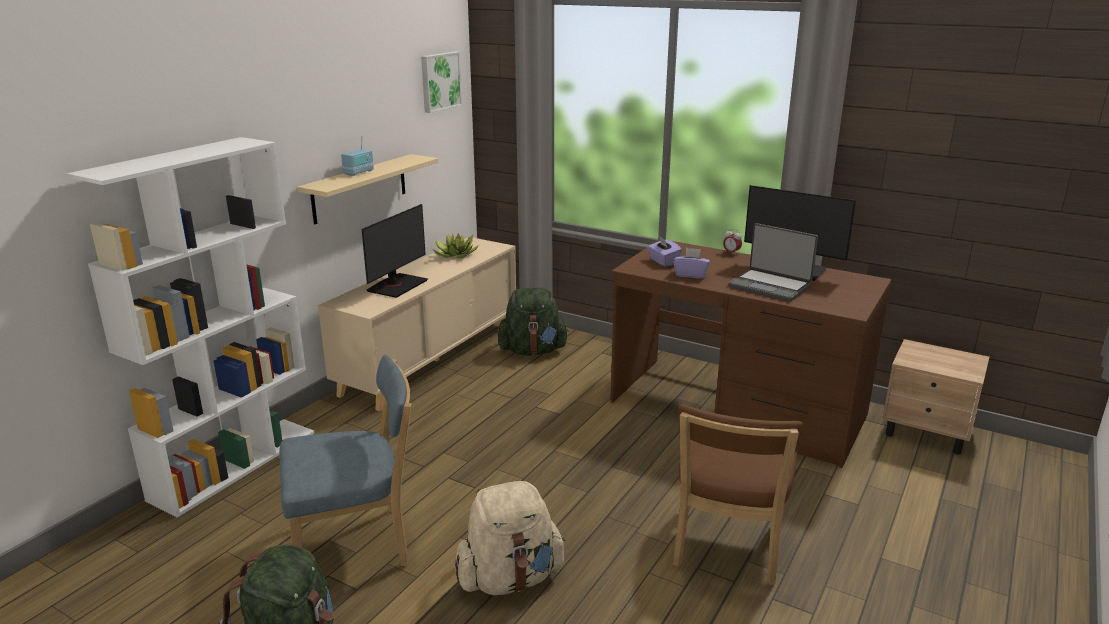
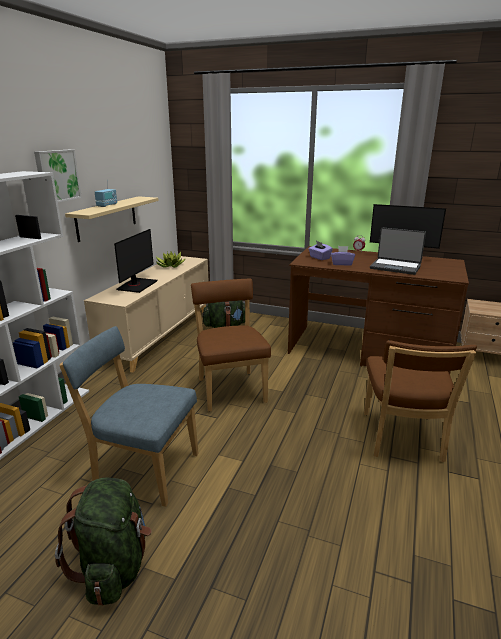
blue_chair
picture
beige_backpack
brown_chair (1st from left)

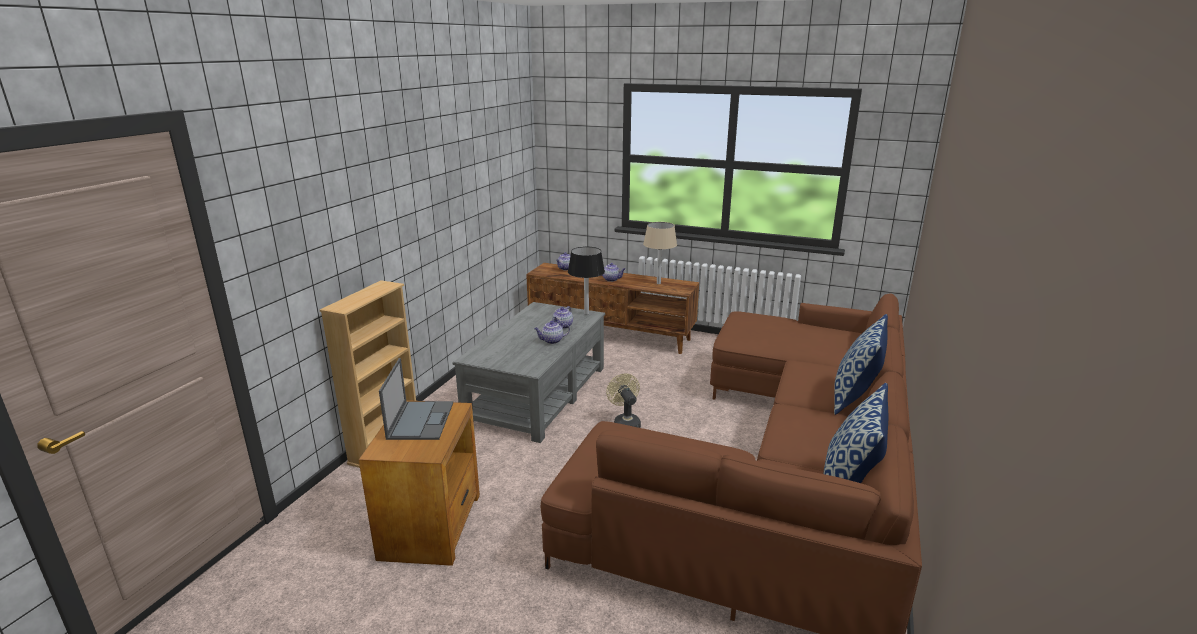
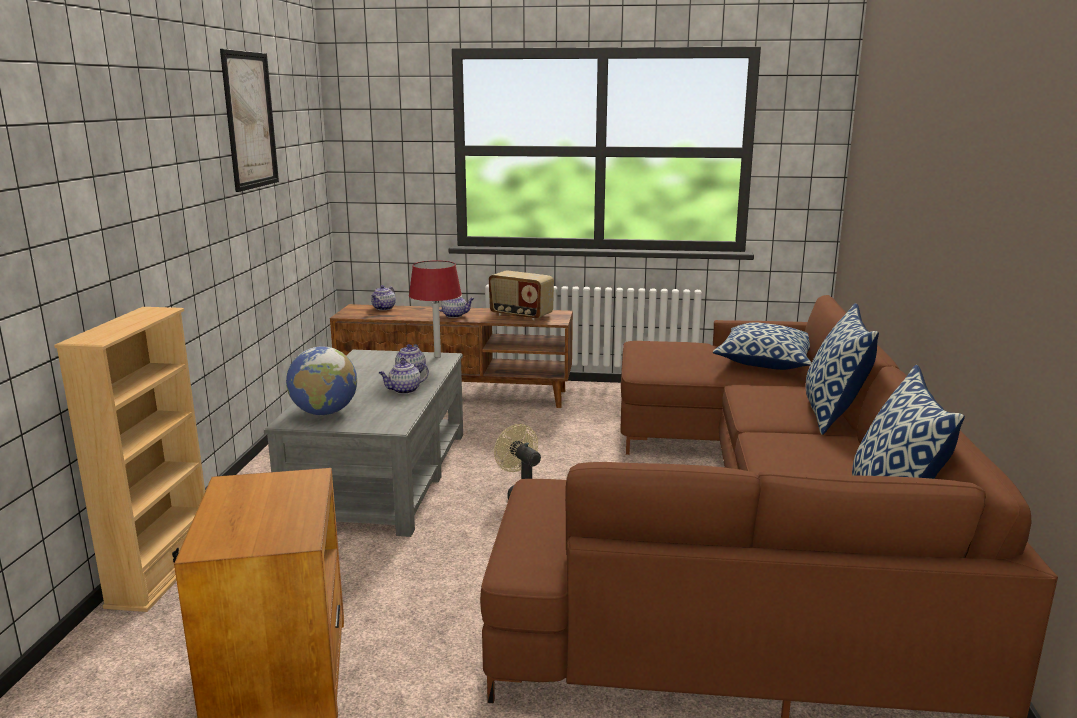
laptop
red_table_lamp
radio
picture
globe
pillow (1st from left)

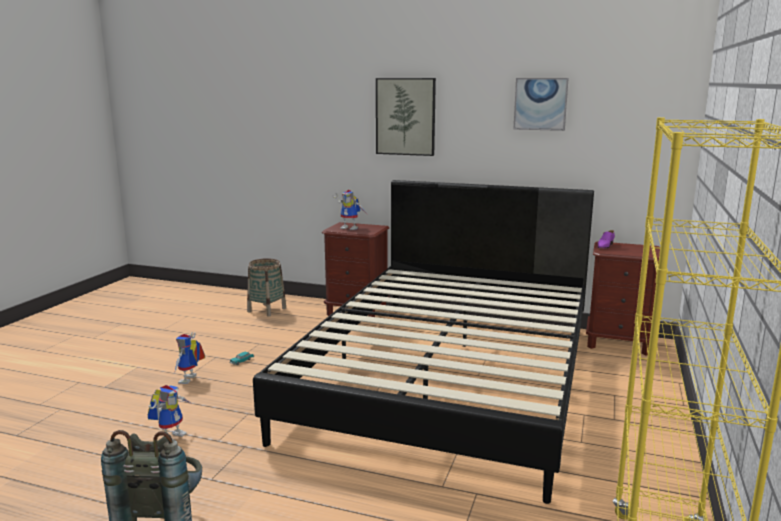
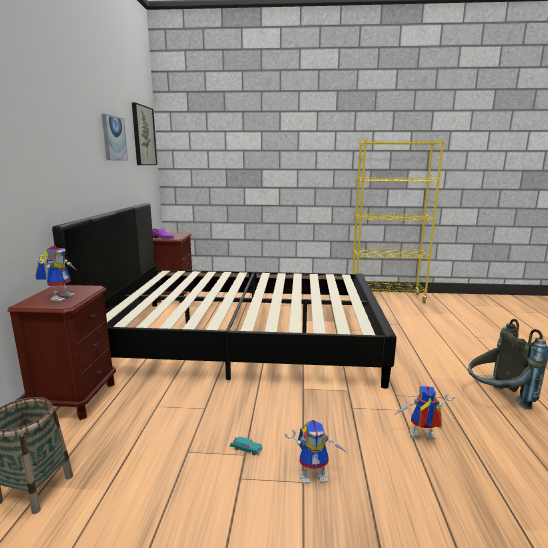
picture (2nd from left)

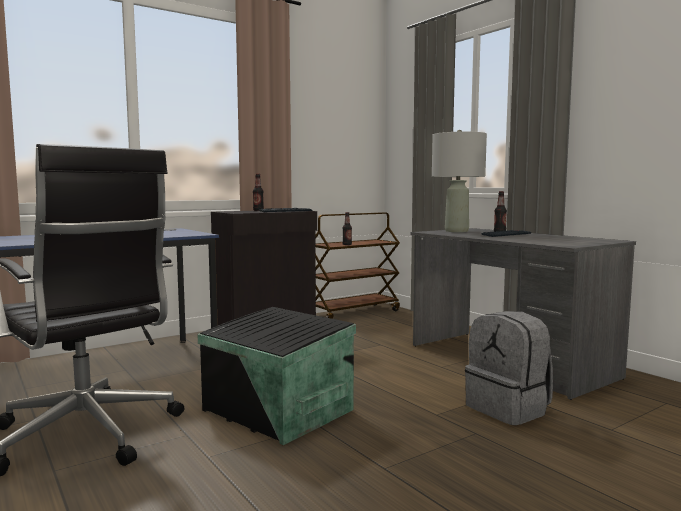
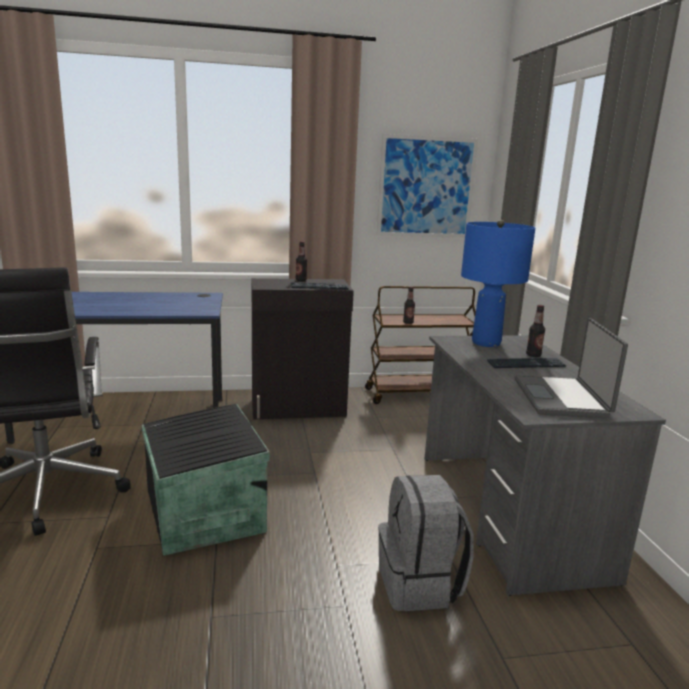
blue_table_lamp
picture
laptop

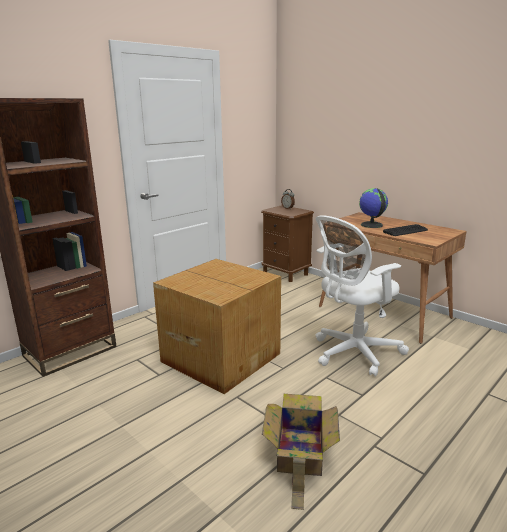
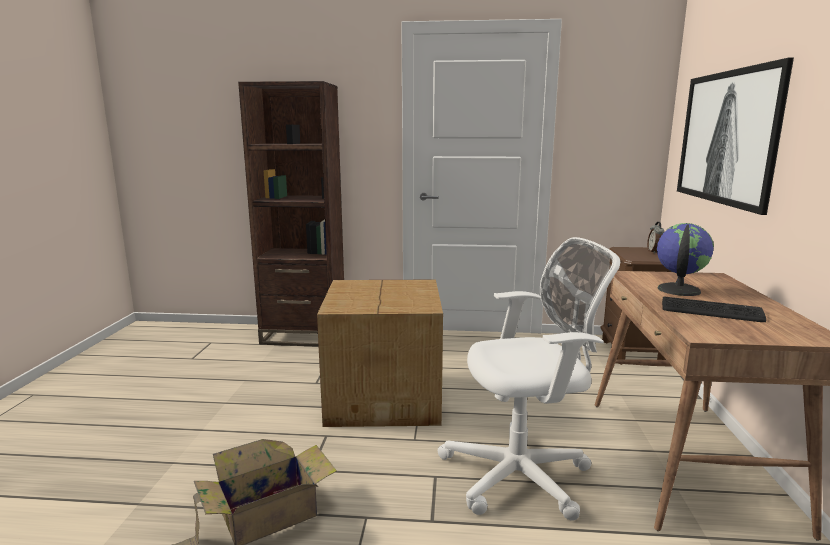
white_office_chair
picture

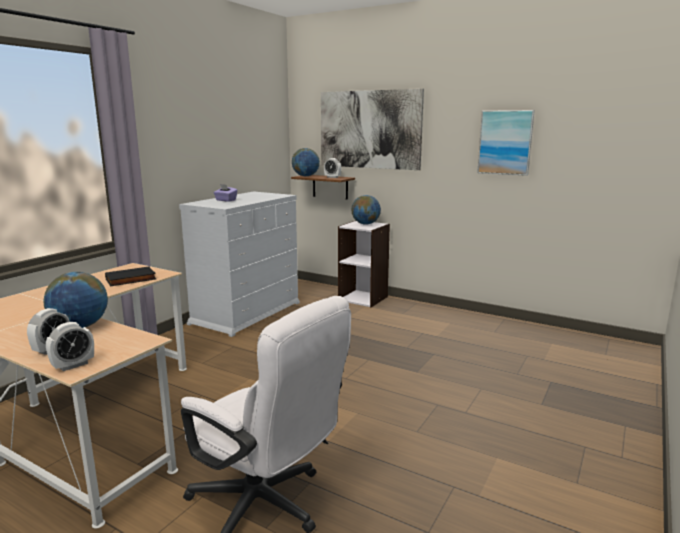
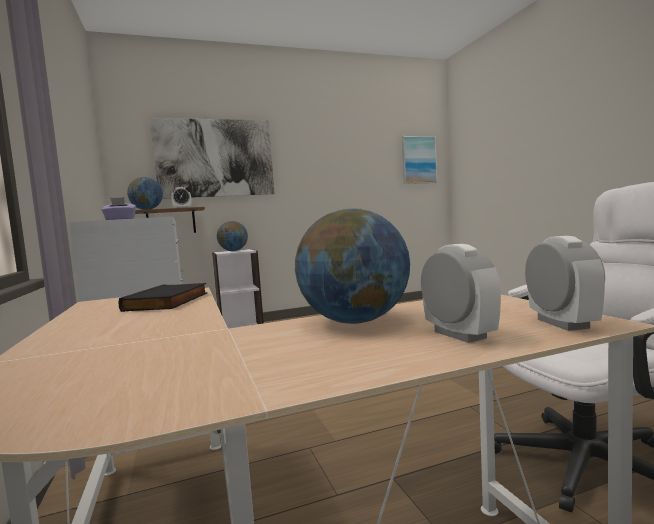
picture (2nd from left)

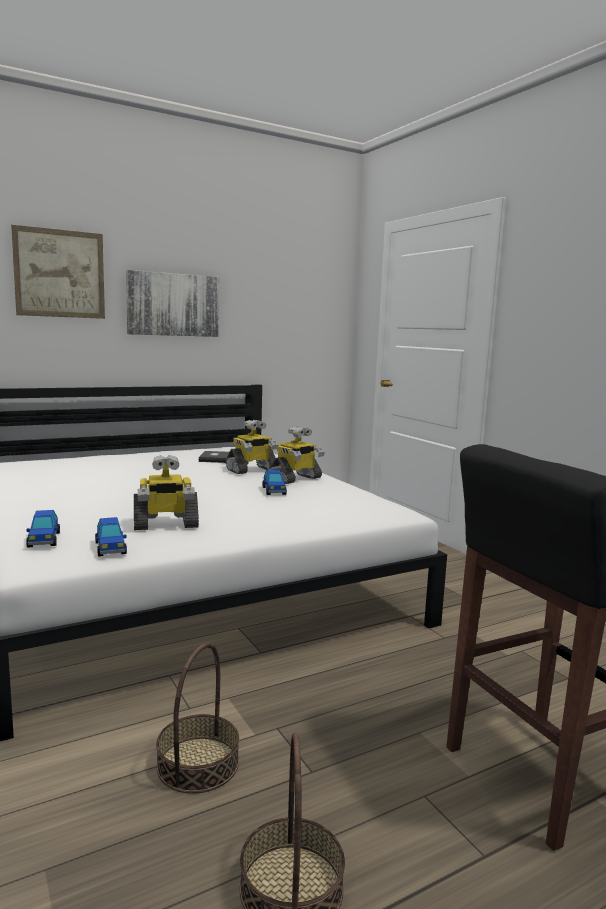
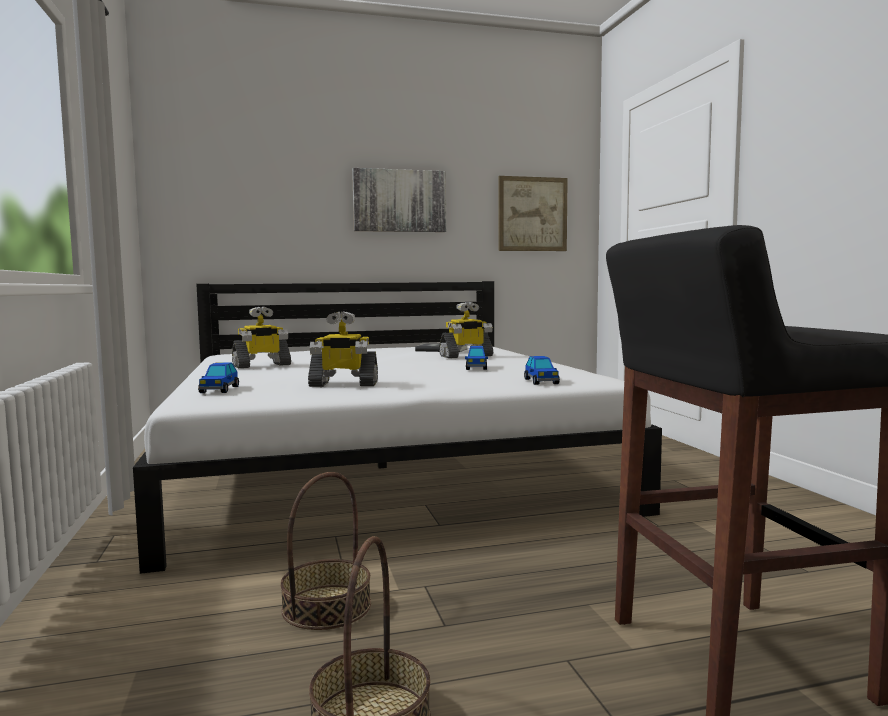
picture (2nd from left)
toy_car (3rd from left)
toy_robot (1st from left)

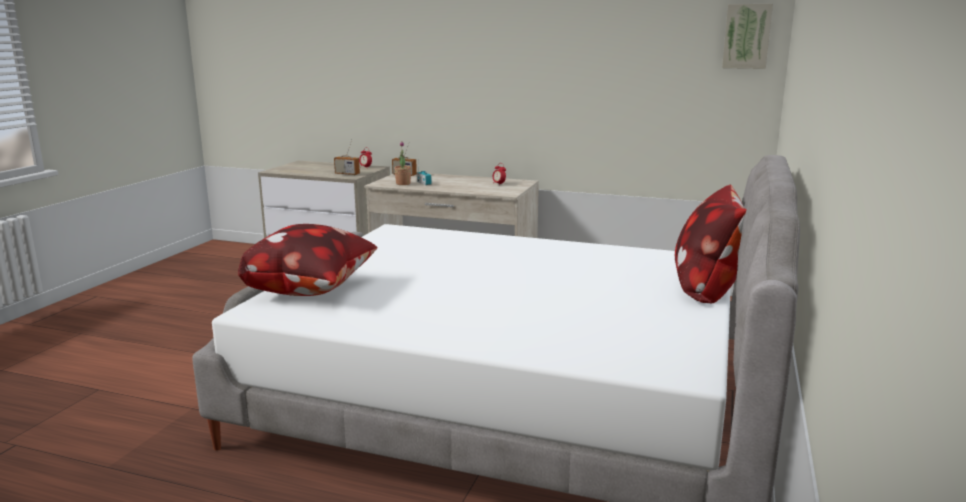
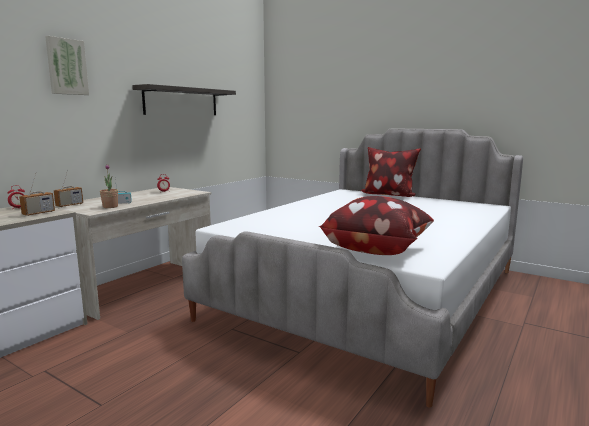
picture
shelf

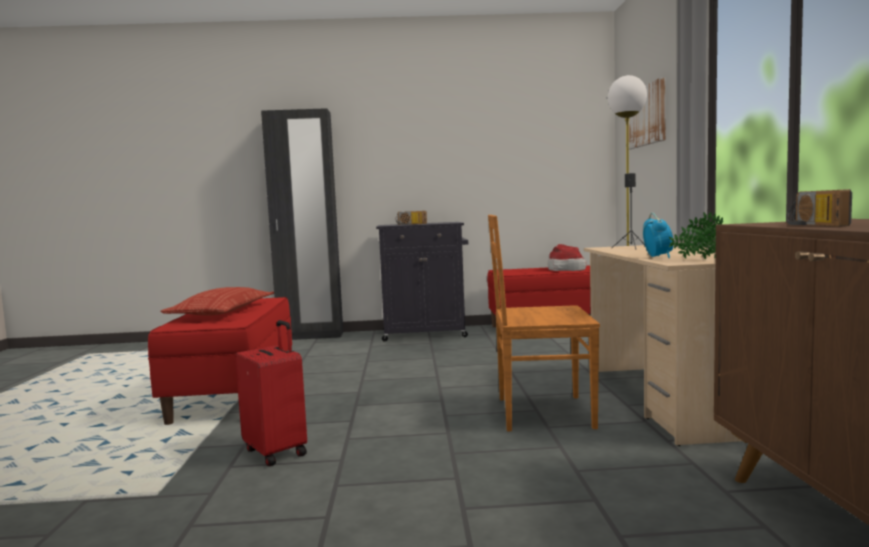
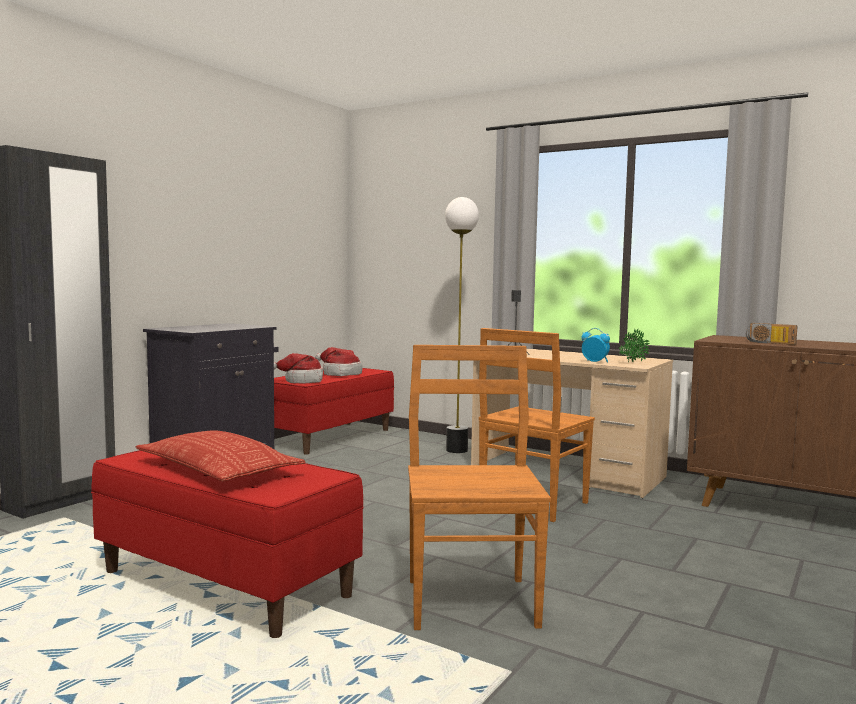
brown_chair (1st from left)
radio (1st from left in the first image)
picture
hat (1st from left)

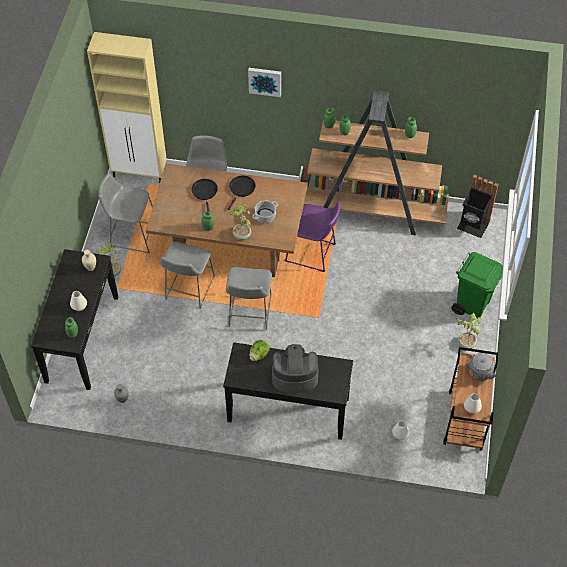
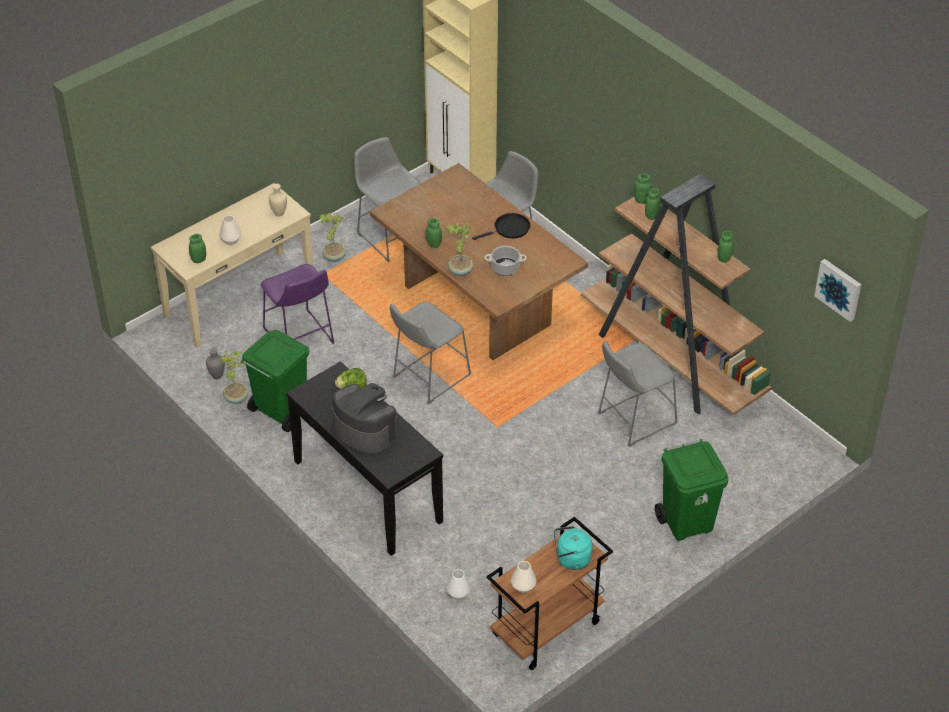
beige_console_table
grey_stool (4th from left)
black_frying_pan (1st from left in the first image)
picture
purple_stool
potted_plant (1st from left)
black_trash_can
turquoise_kettle
green_trash_can (1st from left)

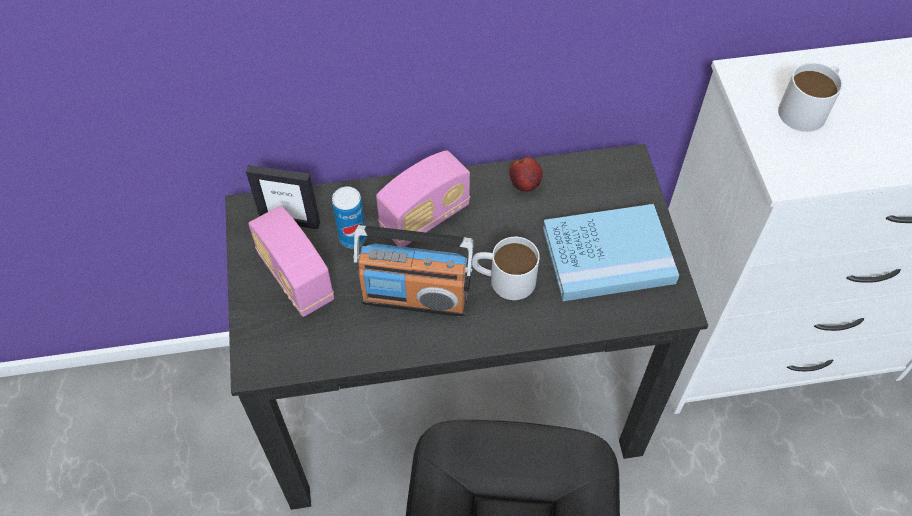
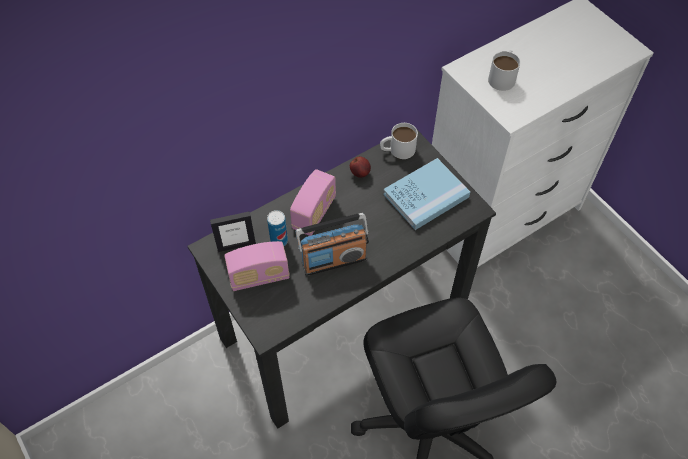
radio (1st from left)
white_mug (1st from left)

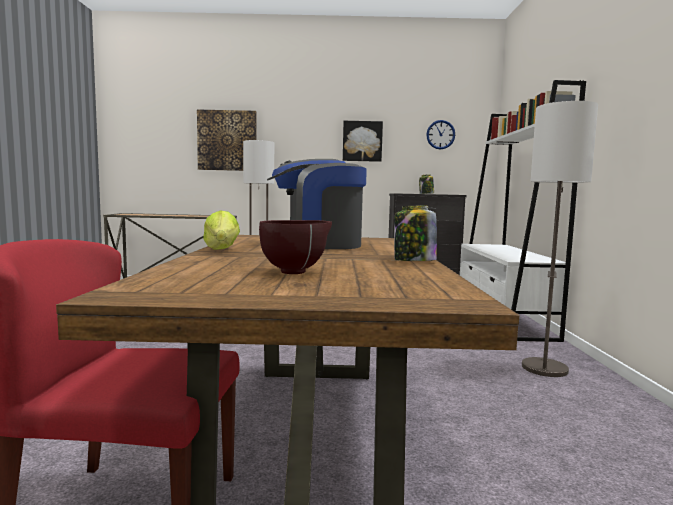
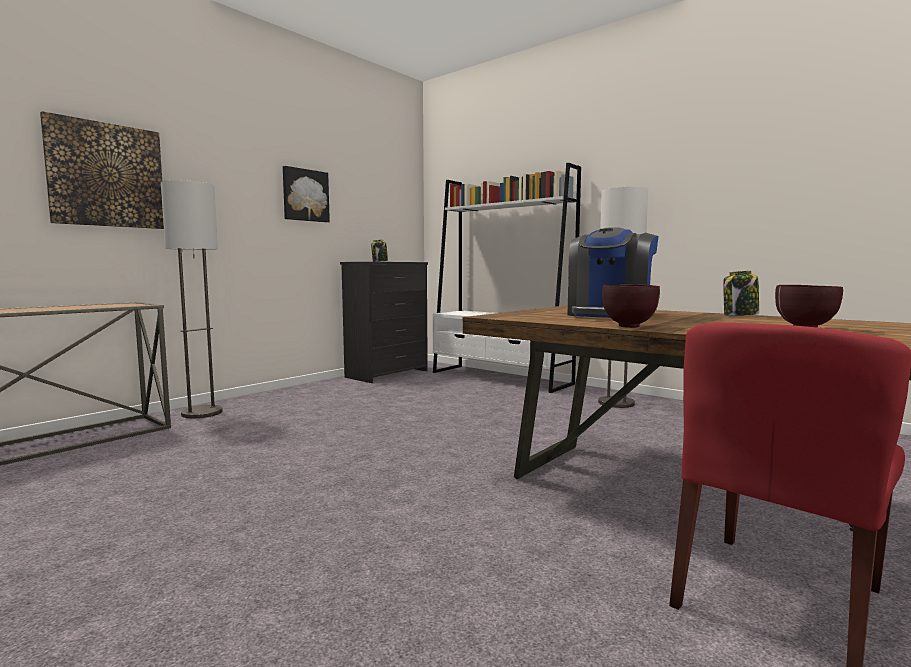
brown_bowl (1st from left)
wall_clock

